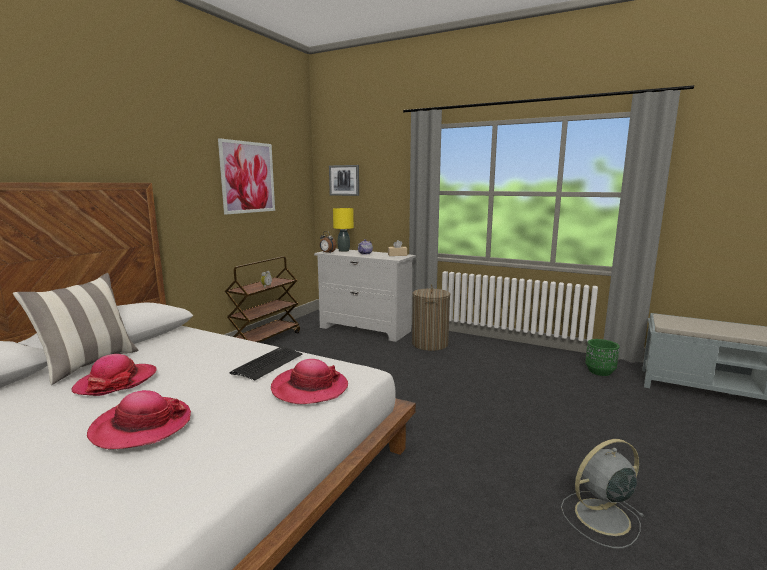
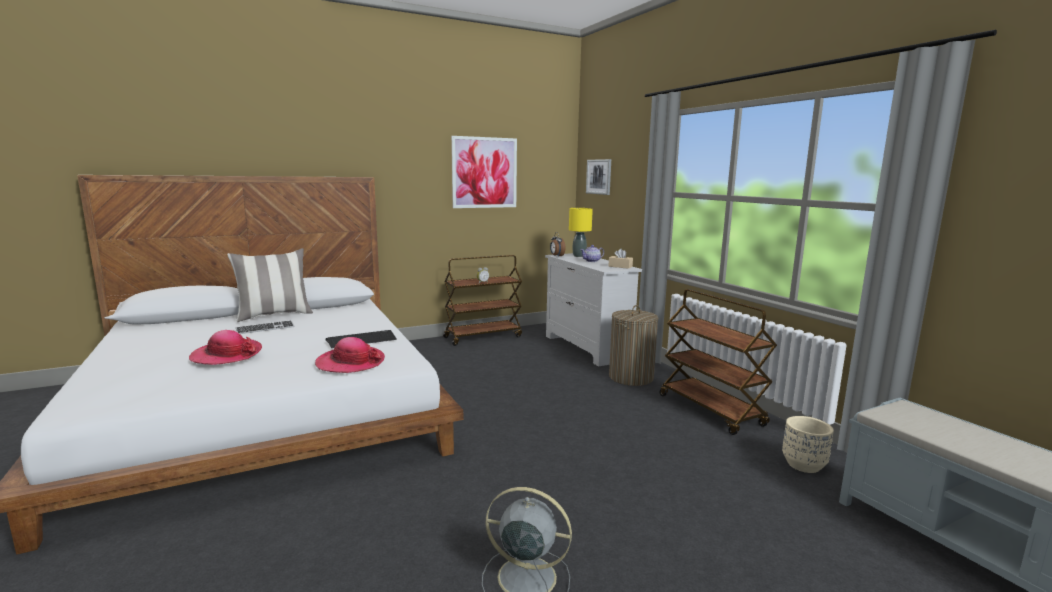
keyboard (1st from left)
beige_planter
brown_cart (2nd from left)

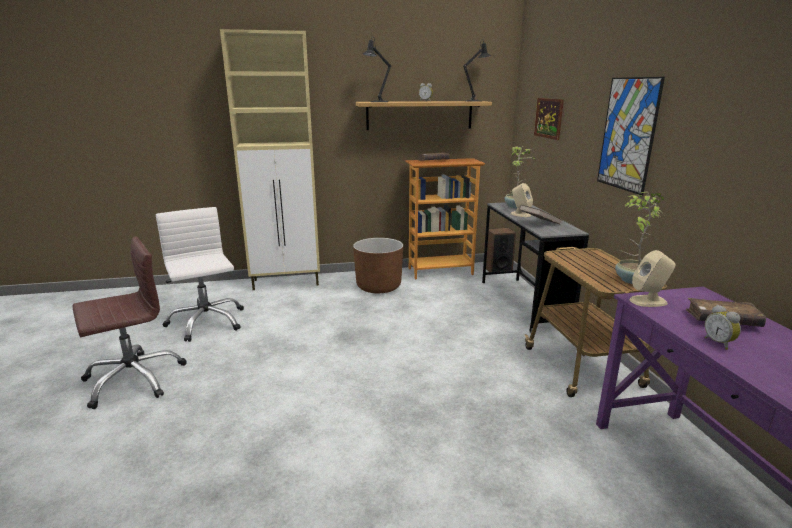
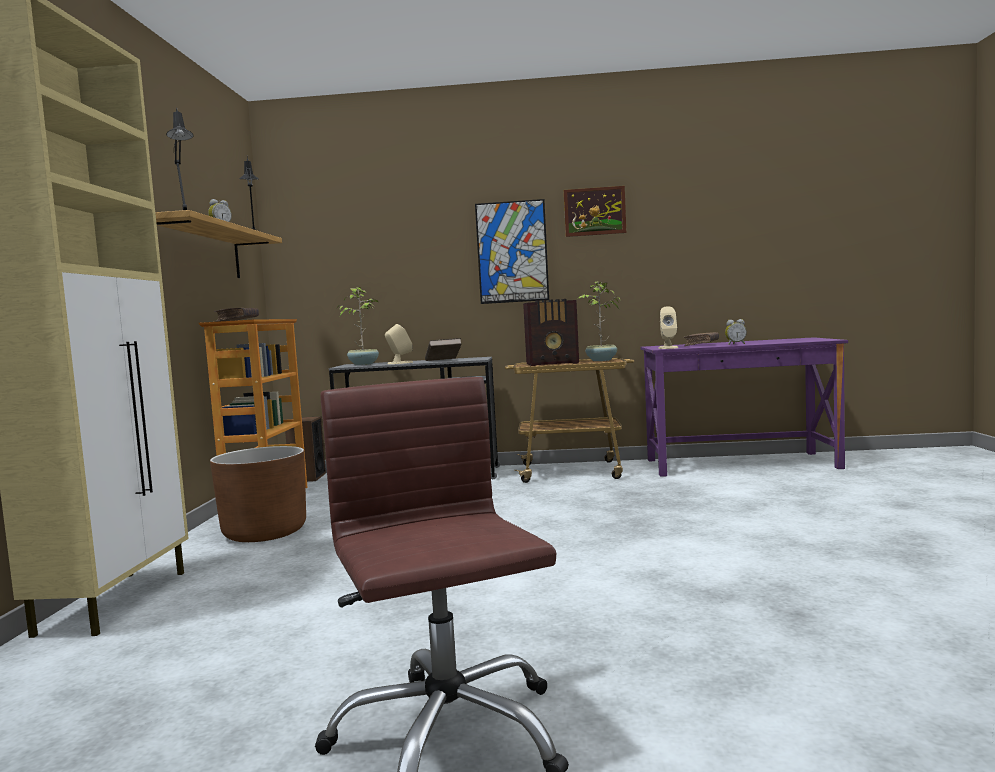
white_office_chair
picture (2nd from left)
radio

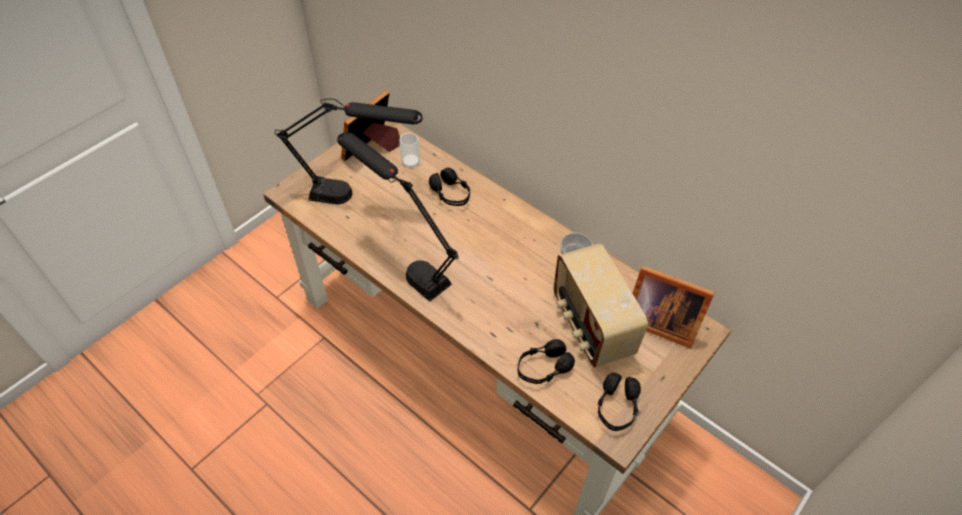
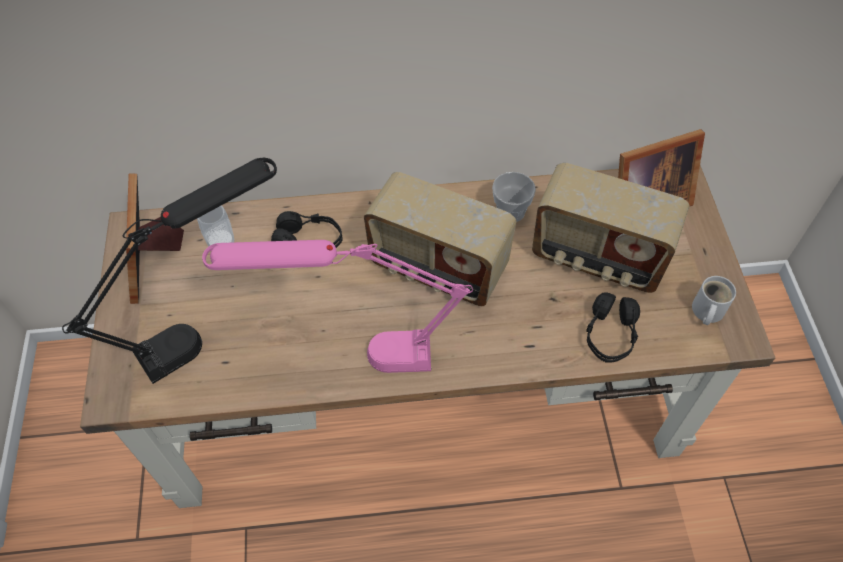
pink_table_lamp
white_mug
radio (1st from left)

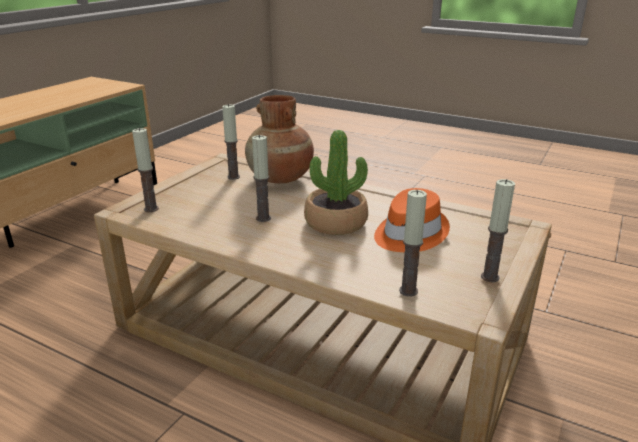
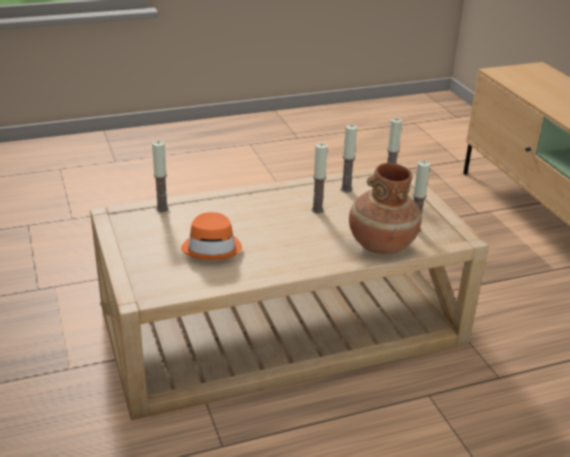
potted_plant
candle (3rd from left)

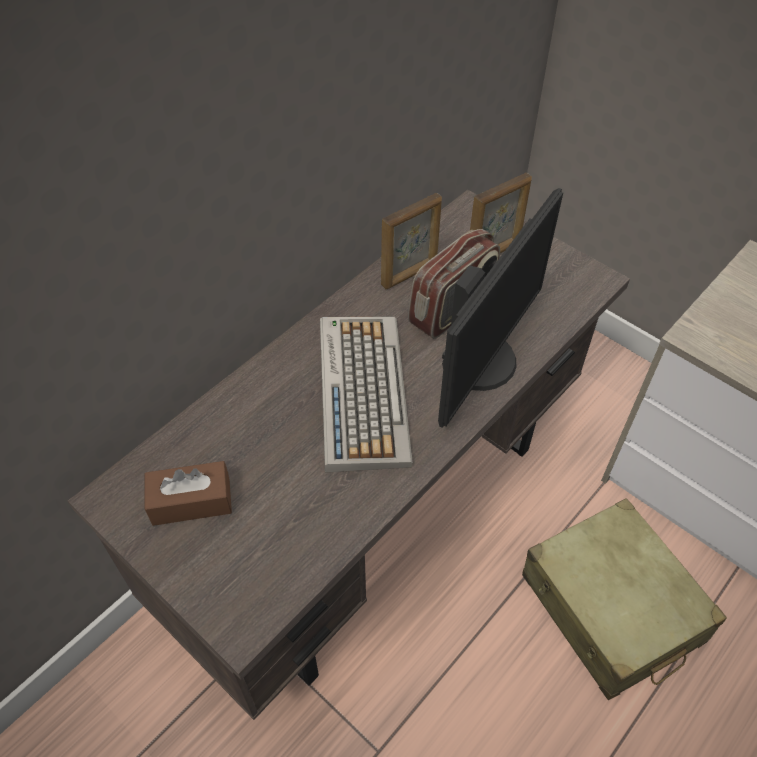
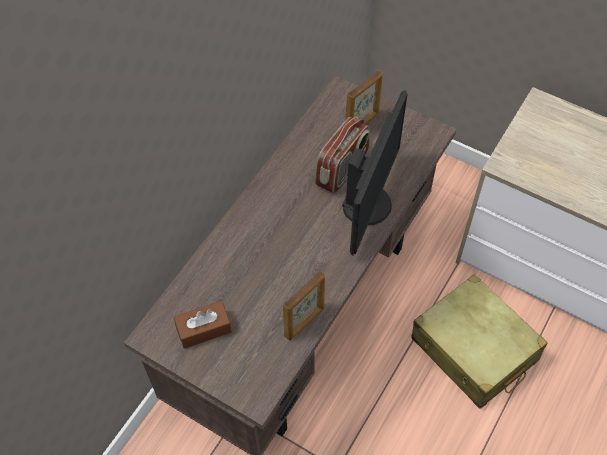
keyboard
picture_frame (1st from left)

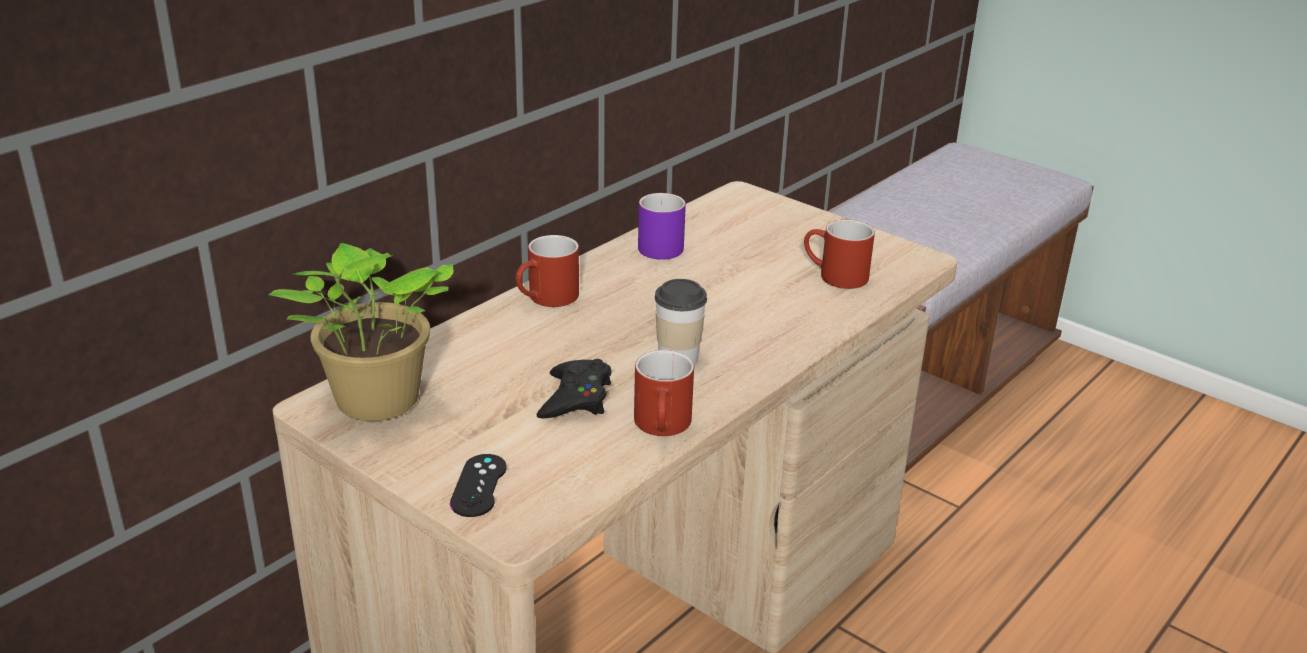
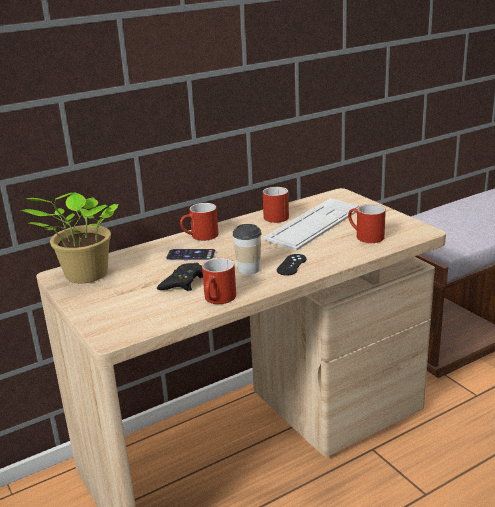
black_game_controller (2nd from left)
red_mug (3rd from left)
phone
keyboard

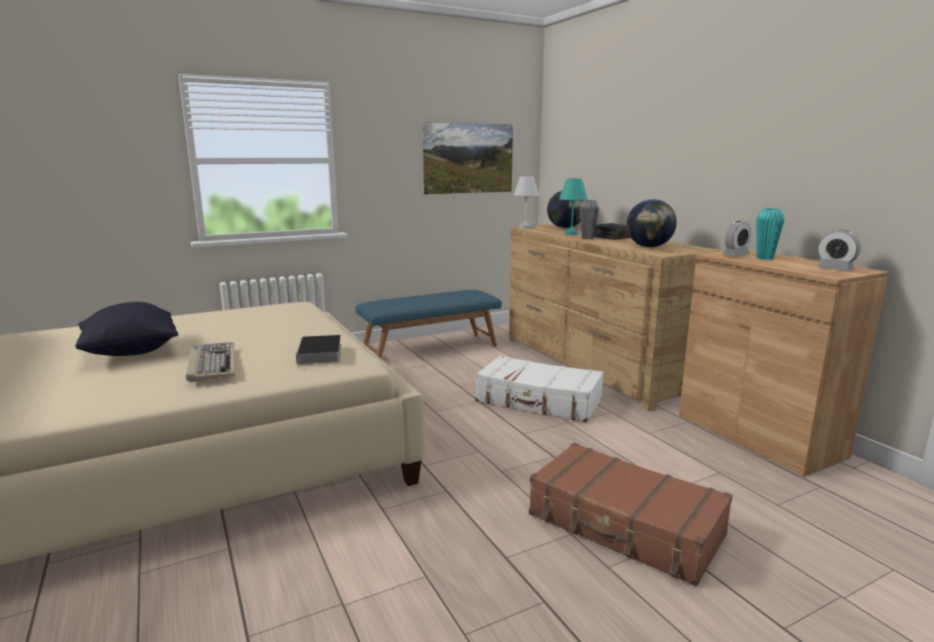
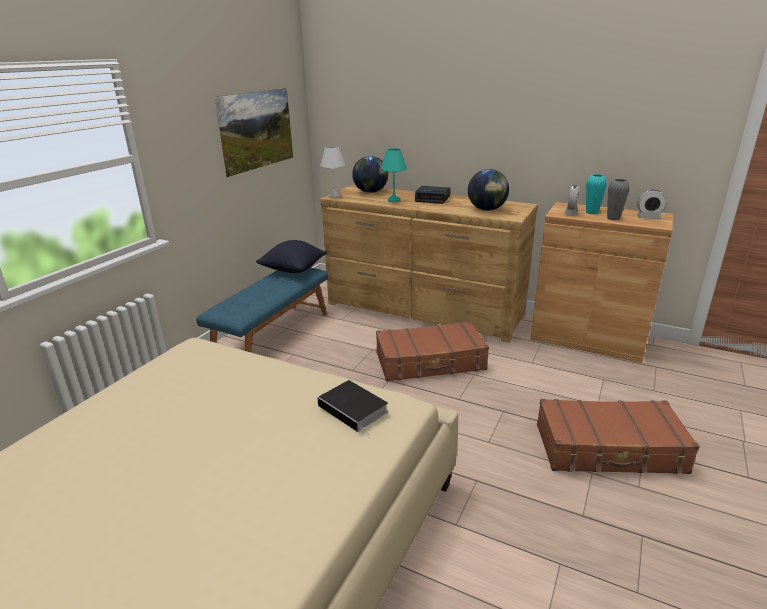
black_pillow
keyboard
brown_suitcase (1st from left)
grey_vase

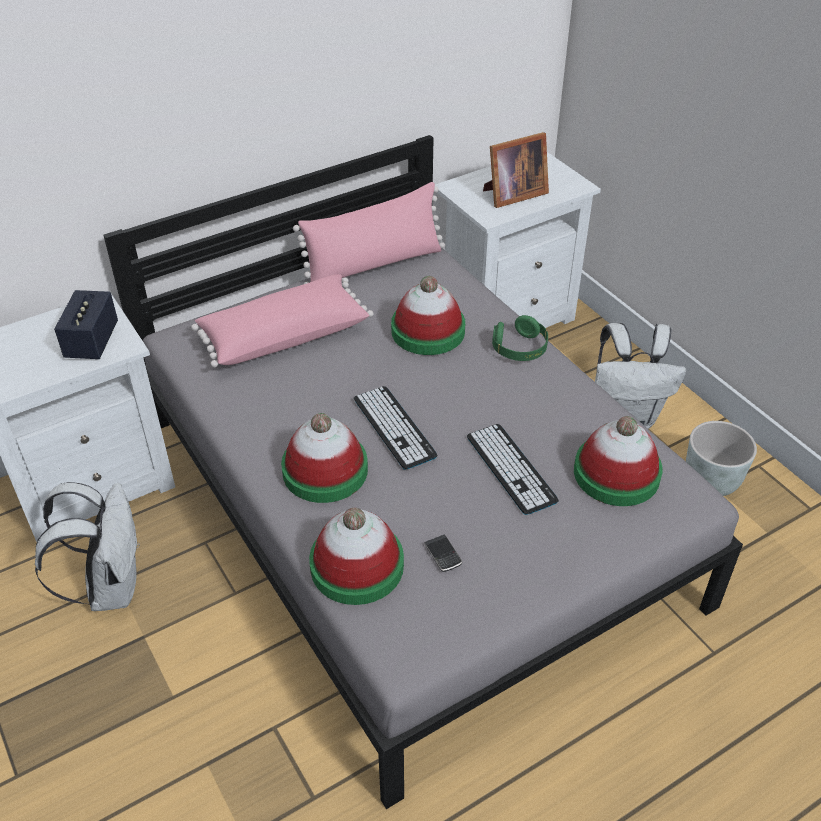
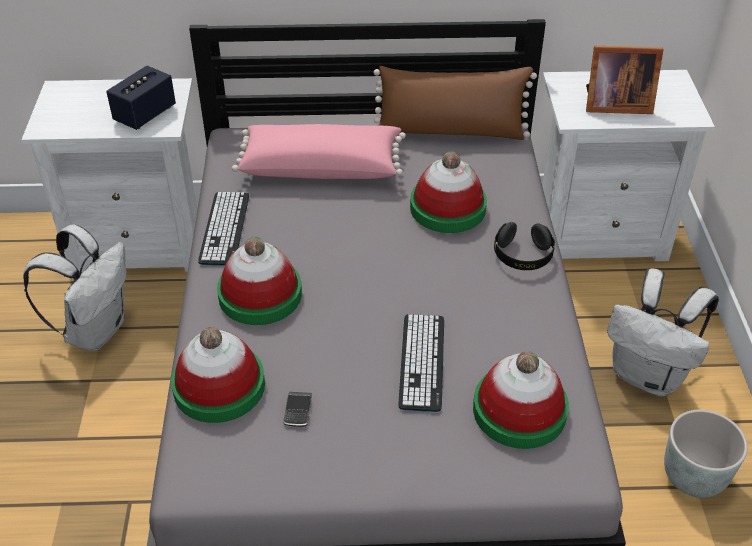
brown_pillow
keyboard (1st from left)
black_headphones

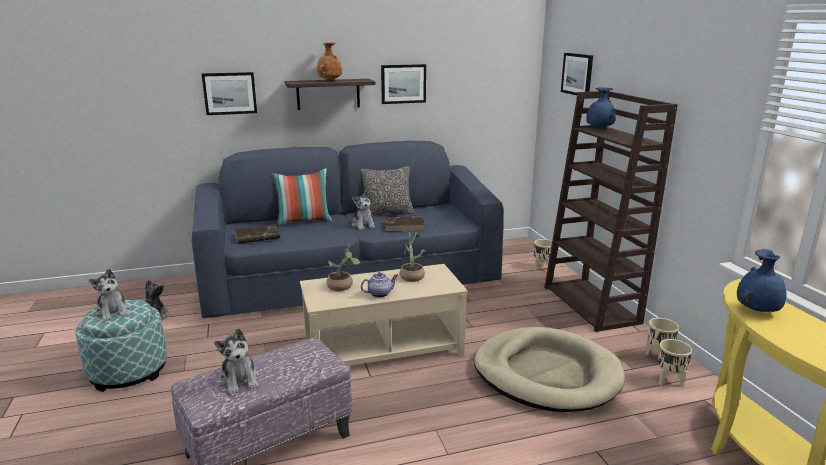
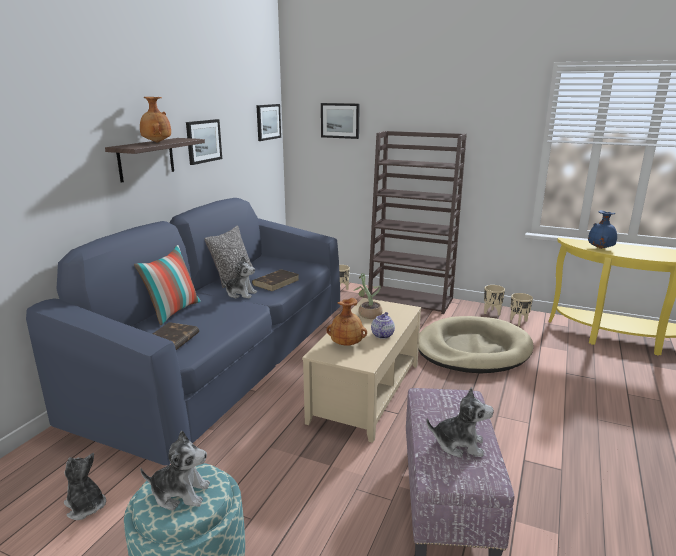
picture (2nd from left)
brown_vase (2nd from left)
blue_vase (1st from left in the first image)

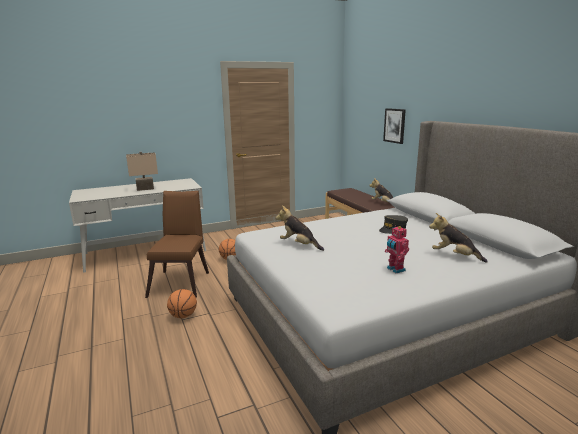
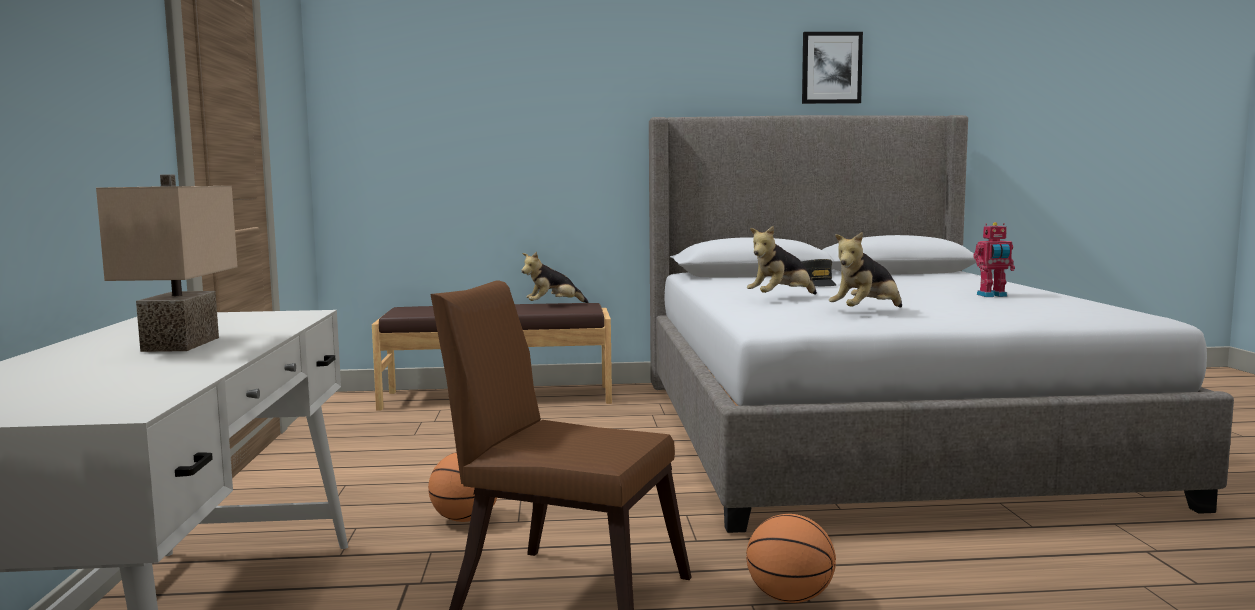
picture
plush_toy (2nd from left)

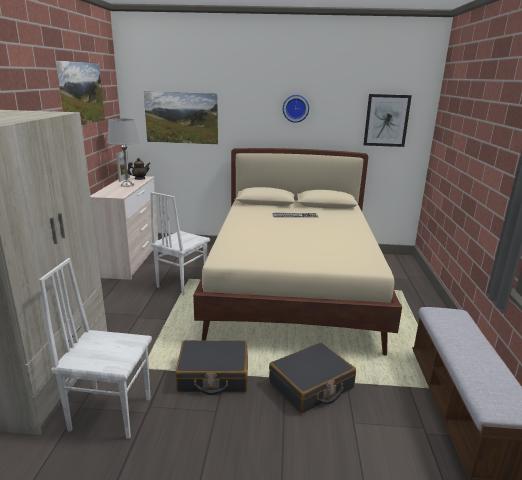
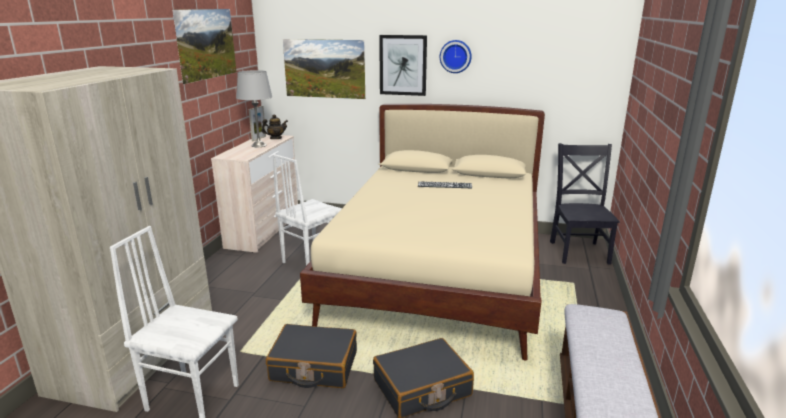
picture (3rd from left)
black_chair

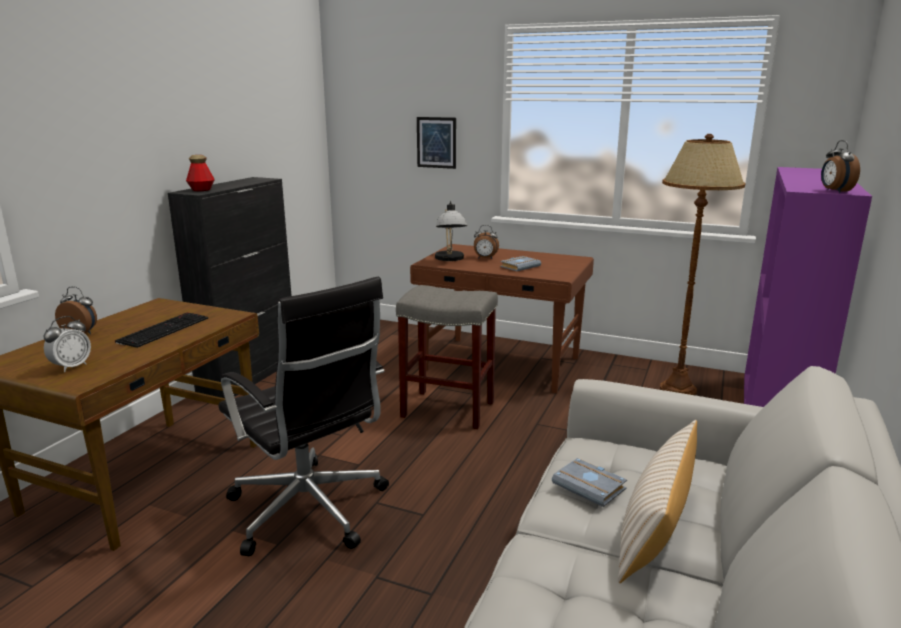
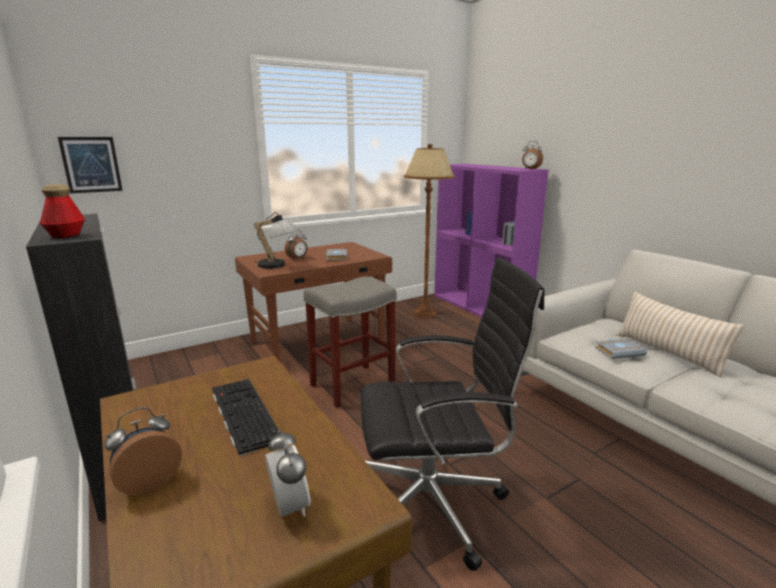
picture

